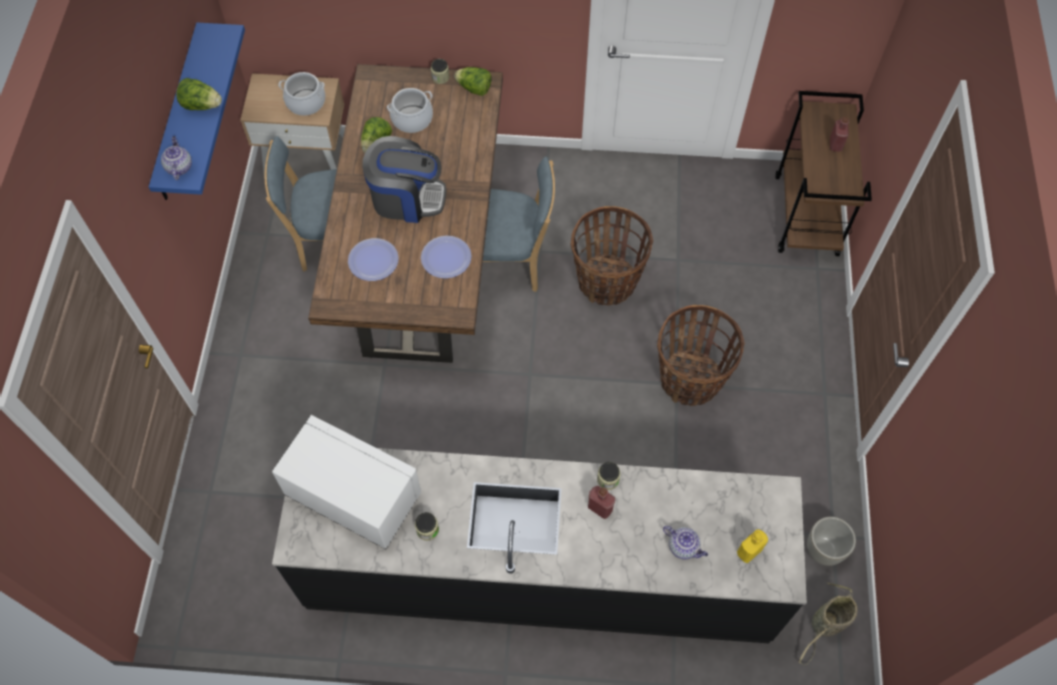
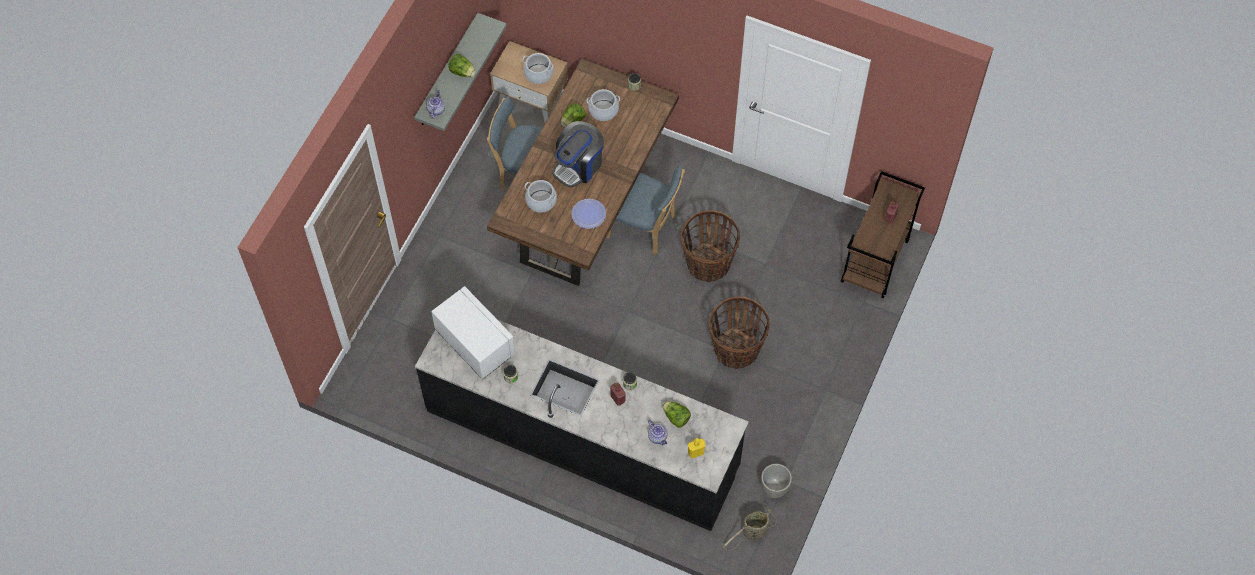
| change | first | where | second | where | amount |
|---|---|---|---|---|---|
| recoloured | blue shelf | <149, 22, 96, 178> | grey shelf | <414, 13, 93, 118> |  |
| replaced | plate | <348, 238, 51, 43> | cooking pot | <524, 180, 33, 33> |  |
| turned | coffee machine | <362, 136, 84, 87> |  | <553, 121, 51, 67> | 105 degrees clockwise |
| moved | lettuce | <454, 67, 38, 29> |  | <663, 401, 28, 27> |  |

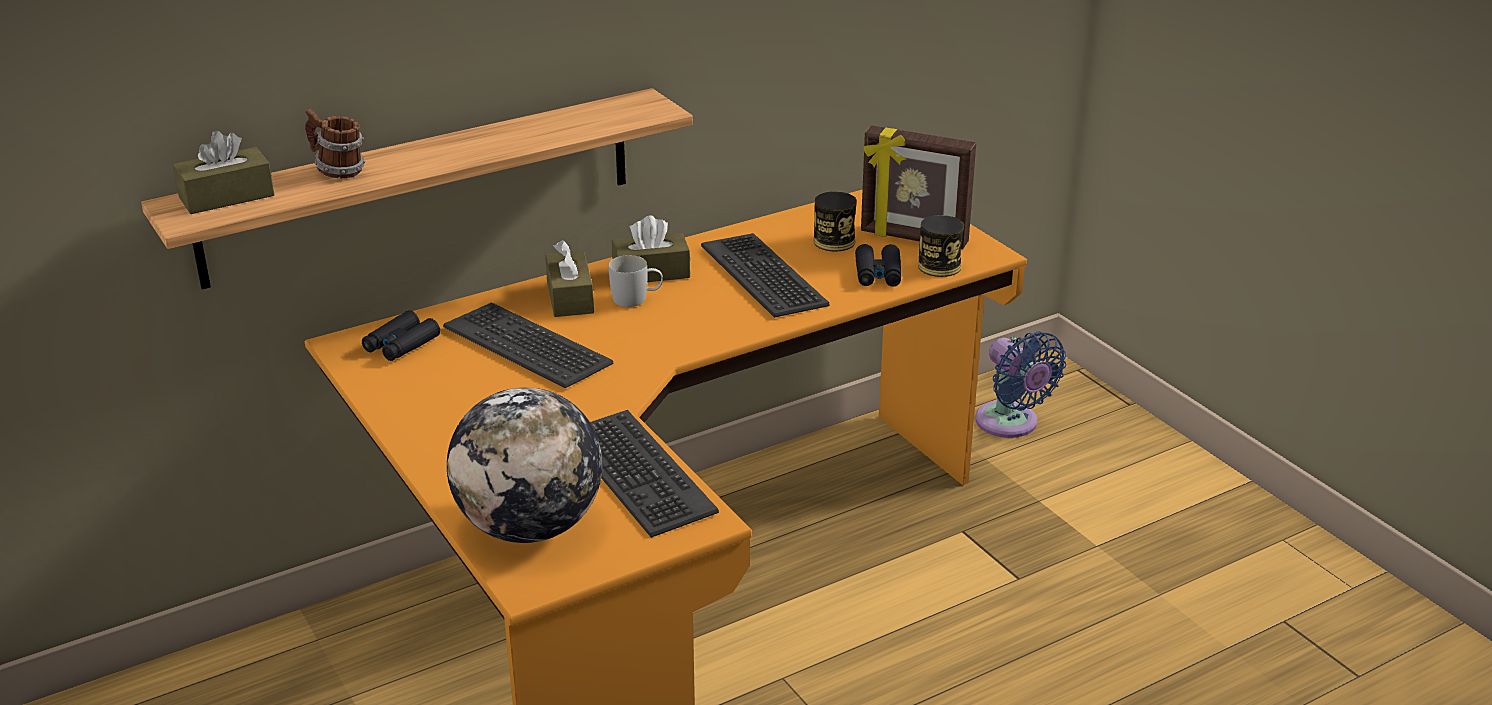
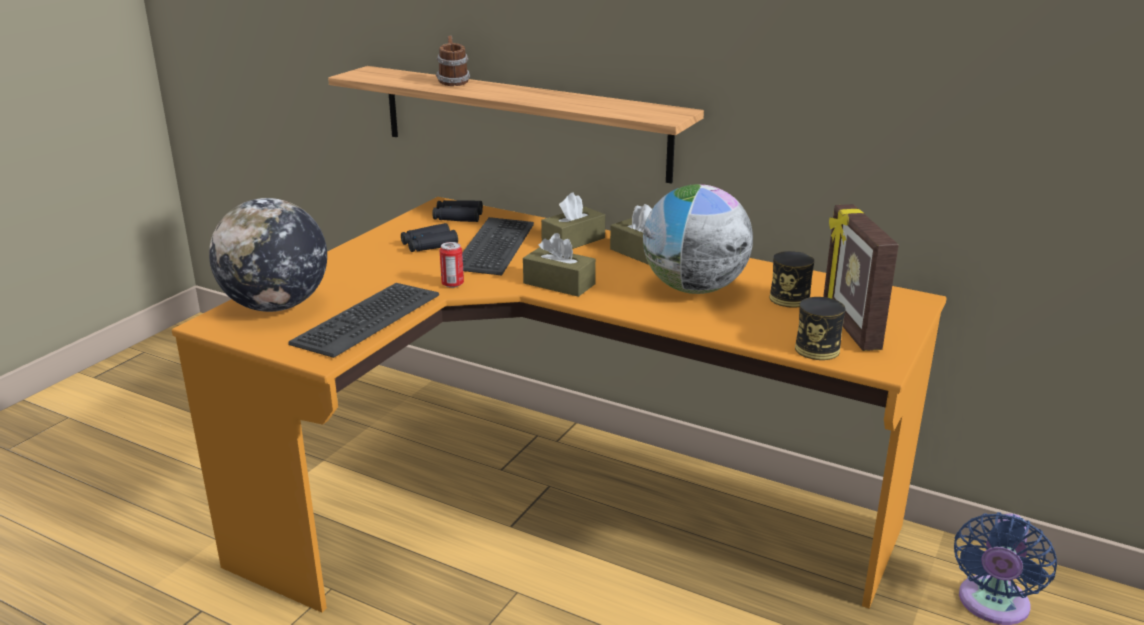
| change | first | where | second | where | amount |
|---|---|---|---|---|---|
| moved | black binoculars | <855, 244, 46, 42> |  | <401, 223, 57, 29> |  |
| added |  |  | can | <440, 242, 24, 46> |  |
| moved | brown tissue box | <173, 131, 101, 83> |  | <523, 233, 73, 64> |  |
| replaced | keyboard | <701, 233, 129, 85> | globe | <643, 184, 110, 110> |  |
| removed | white mug | <609, 255, 54, 52> |  |  |  |

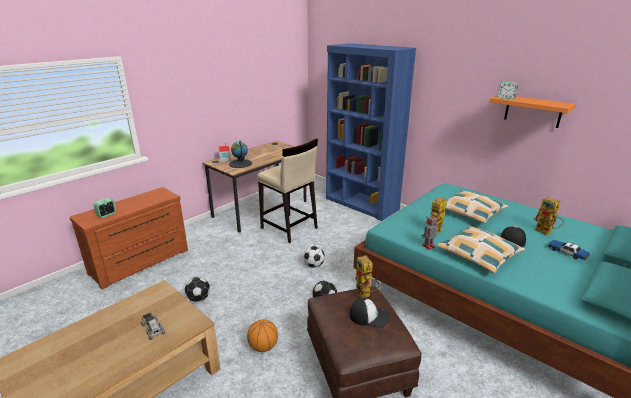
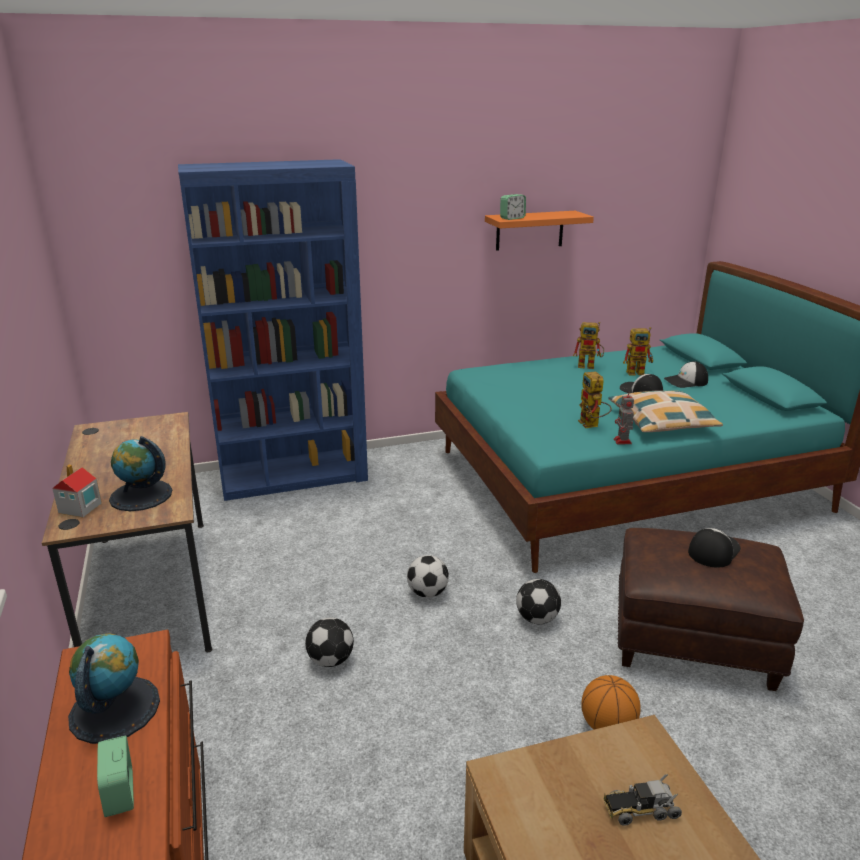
| change | first | where | second | where | amount |
|---|---|---|---|---|---|
| added |  |  | globe | <68, 634, 92, 110> |  |
| moved | football | <185, 277, 25, 25> |  | <305, 618, 49, 49> |  |
| moved | toy robot | <355, 255, 25, 43> |  | <573, 322, 31, 47> |  |
| replaced | toy car | <547, 240, 44, 20> | cap | <664, 361, 44, 27> |  |
| removed | beige stool | <257, 139, 61, 104> |  |  |  |
| removed | pillow | <445, 190, 63, 33> |  |  |  |

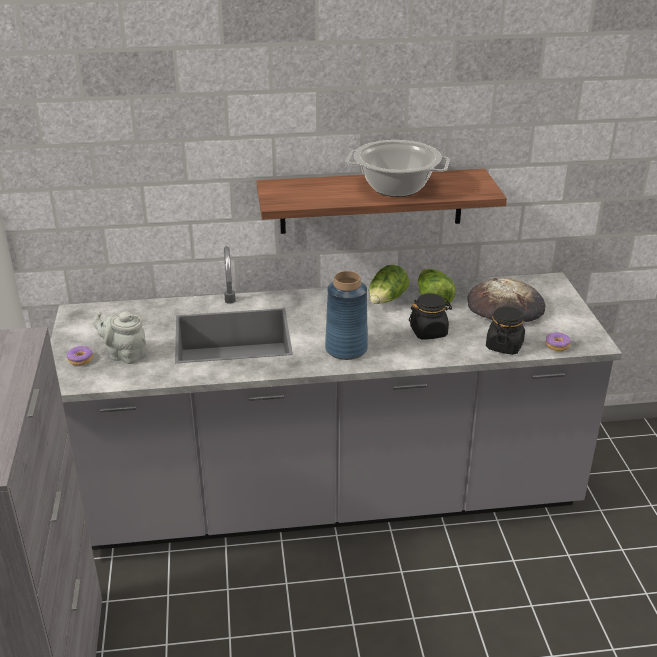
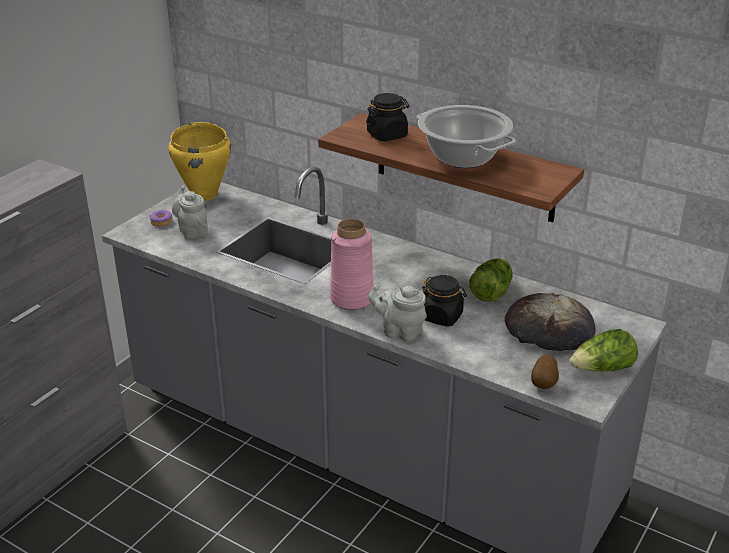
| change | first | where | second | where | amount |
|---|---|---|---|---|---|
| added |  |  | yellow cooking pot | <168, 122, 63, 79> |  |
| recoloured | blue vase | <325, 271, 43, 89> | pink vase | <330, 219, 44, 91> |  |
| moved | black jar | <486, 306, 39, 49> |  | <366, 93, 43, 48> |  |
| added |  |  | grey teapot | <368, 285, 59, 57> |  |
| replaced | donut | <546, 332, 25, 19> | potato | <531, 355, 28, 34> |  |
| moved | lettuce | <369, 265, 40, 39> |  | <570, 329, 68, 42> |  |

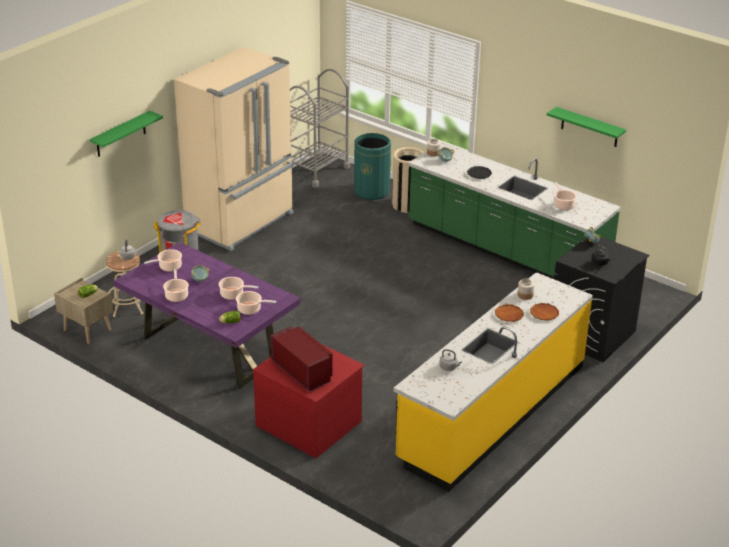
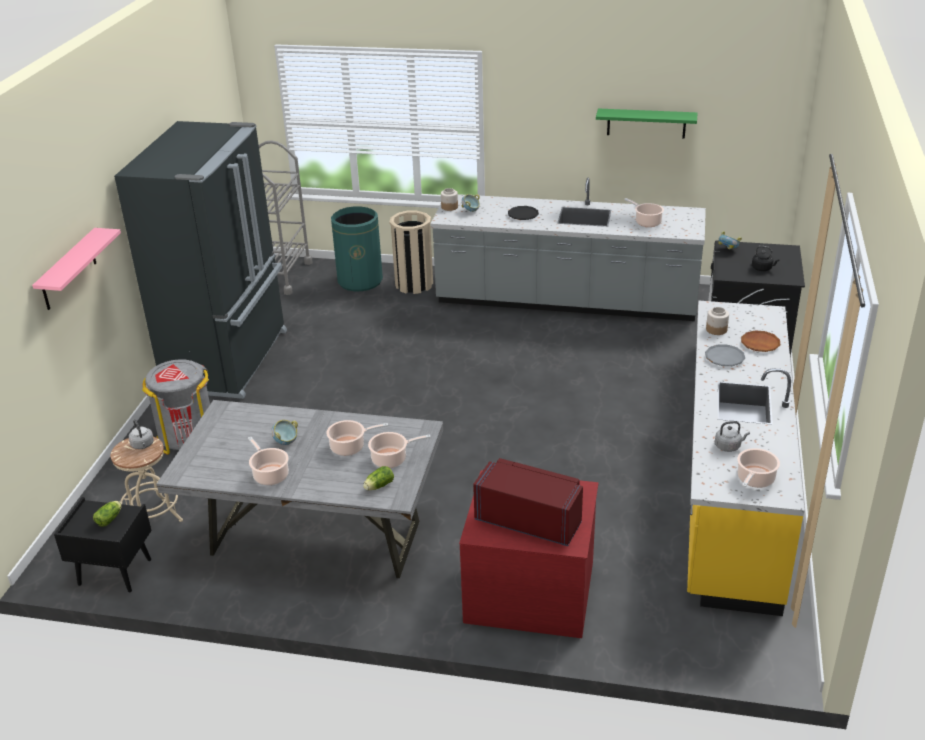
| change | first | where | second | where | amount |
|---|---|---|---|---|---|
| recoloured | green shelf | <90, 111, 73, 46> | pink shelf | <32, 228, 89, 82> |  |
| recoloured | beige nightstand | <54, 277, 60, 67> | black nightstand | <54, 497, 98, 95> |  |
| recoloured | beige fridge | <174, 47, 120, 204> | black fridge | <114, 121, 173, 278> |  |
| recoloured | purple dining table | <114, 242, 187, 147> | grey dining table | <157, 400, 286, 178> |  |
| recoloured | green counter | <408, 142, 213, 137> | grey counter | <431, 178, 275, 143> |  |
| recoloured | brown plate | <495, 305, 29, 17> | grey plate | <705, 345, 40, 21> |  |
| moved | cooking pot | <144, 249, 38, 23> |  | <737, 448, 43, 40> |  |

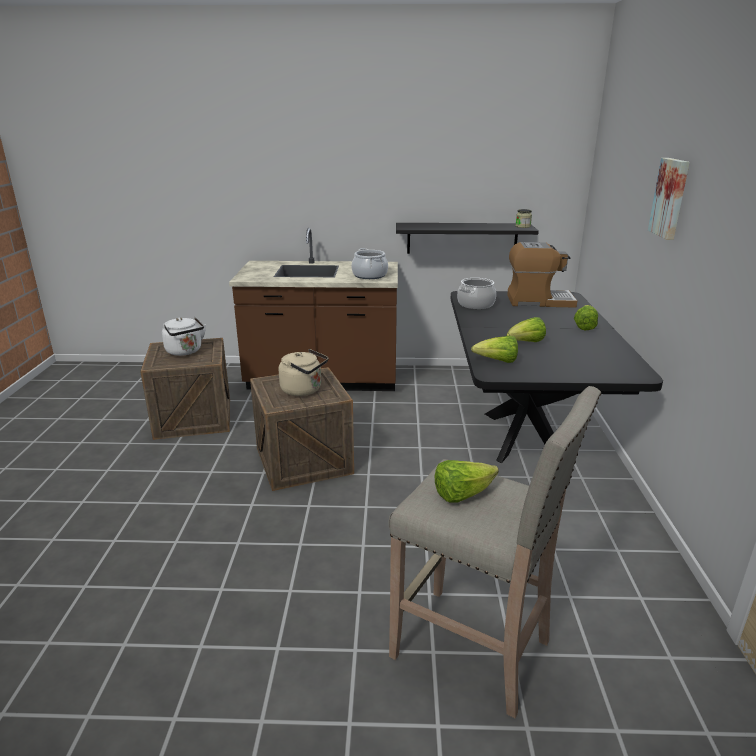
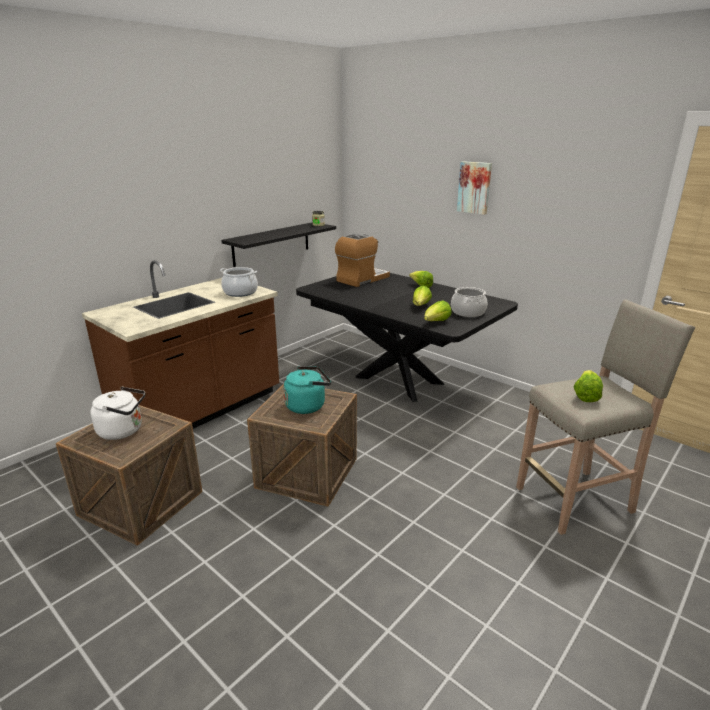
| change | first | where | second | where | amount |
|---|---|---|---|---|---|
| recoloured | beige kettle | <279, 349, 50, 47> | turquoise kettle | <284, 366, 47, 48> |  |
| moved | cooking pot | <457, 278, 39, 31> |  | <451, 287, 36, 30> |  |

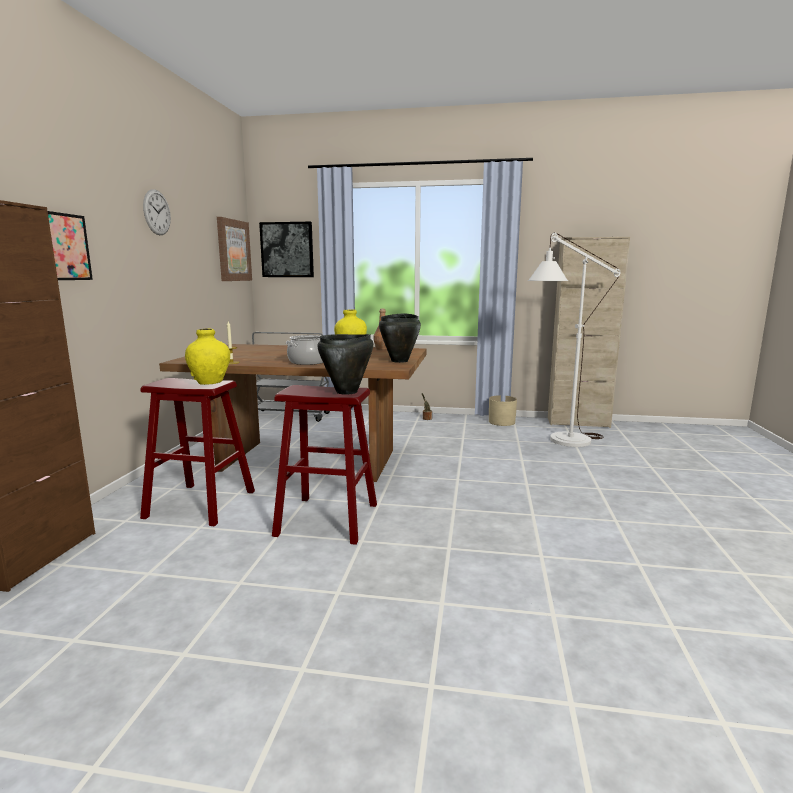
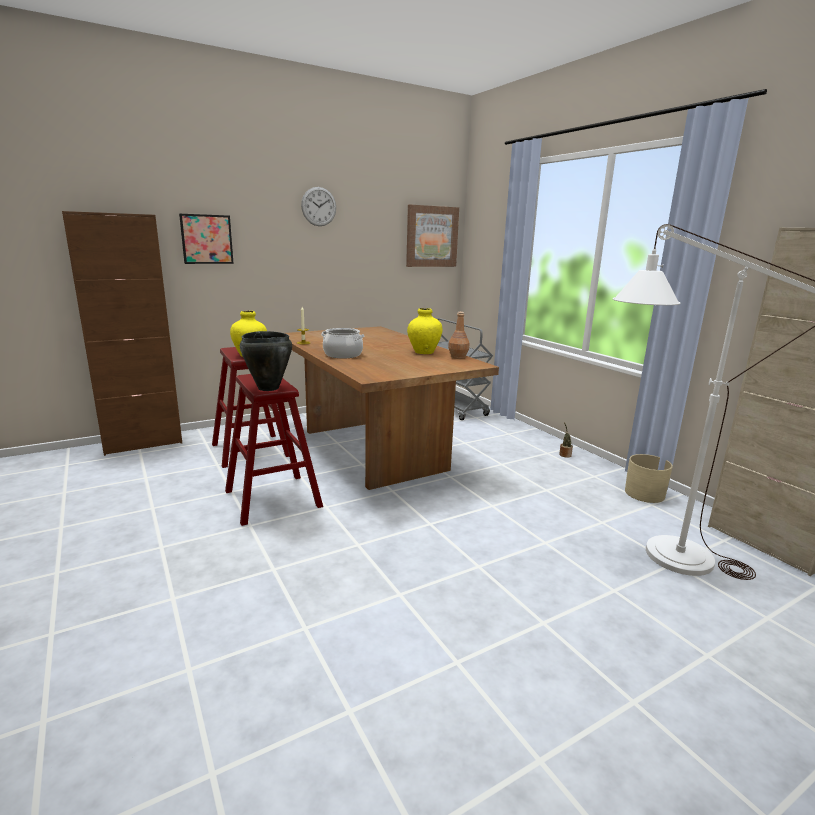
| change | first | where | second | where | amount |
|---|---|---|---|---|---|
| removed | picture | <259, 222, 55, 55> |  |  |  |
| removed | black cooking pot | <379, 313, 42, 50> |  |  |  |

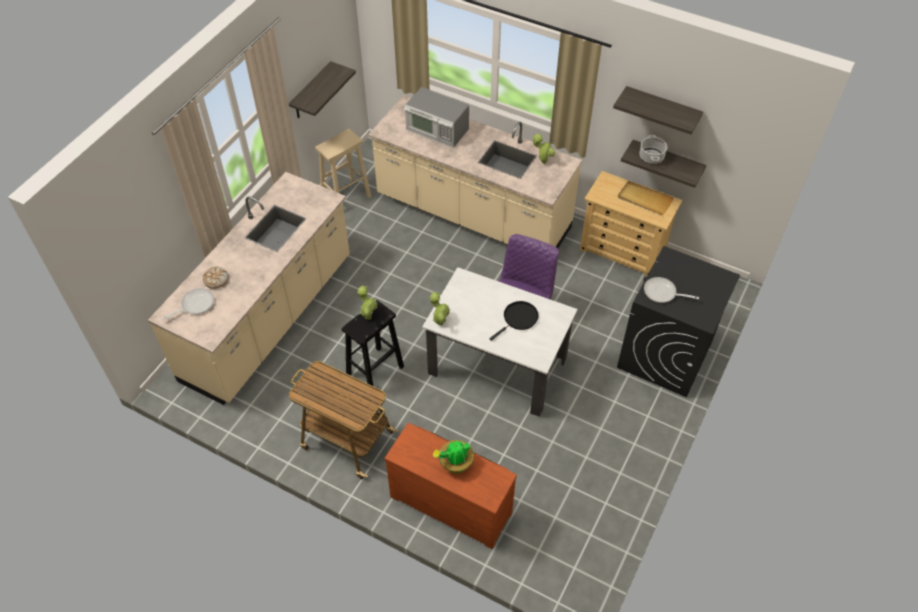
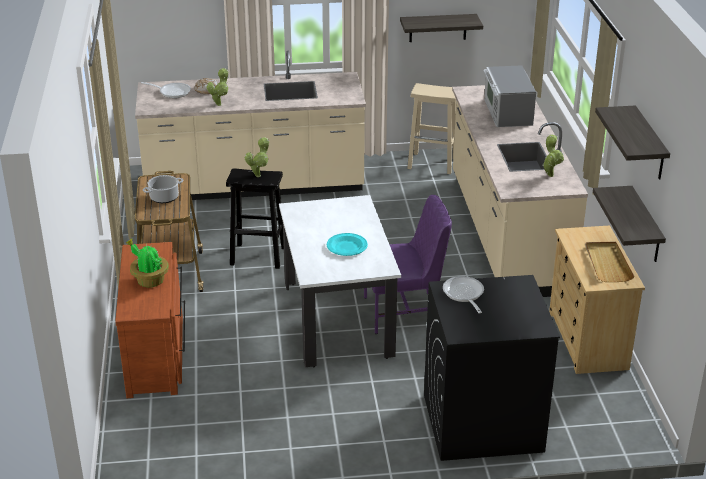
| change | first | where | second | where | amount |
|---|---|---|---|---|---|
| moved | cooking pot | <640, 135, 28, 29> |  | <143, 175, 40, 28> |  |
| moved | potted plant | <430, 292, 20, 34> |  | <207, 68, 21, 38> |  |
| replaced | black frying pan | <489, 301, 50, 40> | turquoise plate | <327, 233, 41, 23> |  |

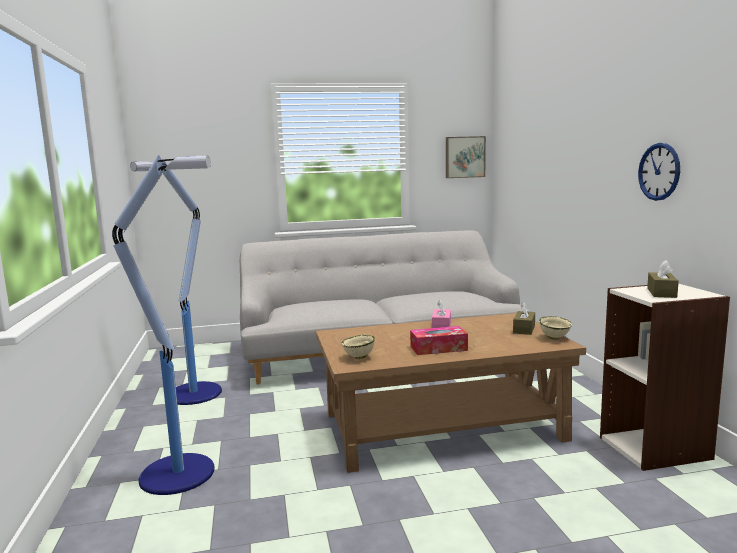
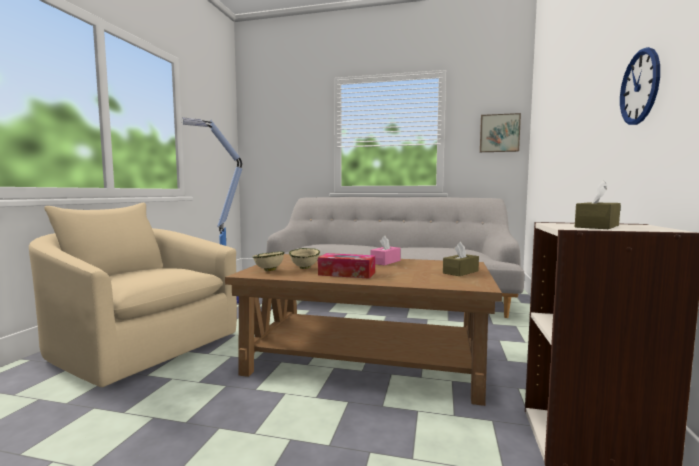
| change | first | where | second | where | amount |
|---|---|---|---|---|---|
| replaced | floor lamp | <112, 155, 103, 340> | beige armchair | <29, 203, 208, 184> |  |
| moved | beige bowl | <539, 316, 33, 24> |  | <289, 248, 31, 21> |  |

